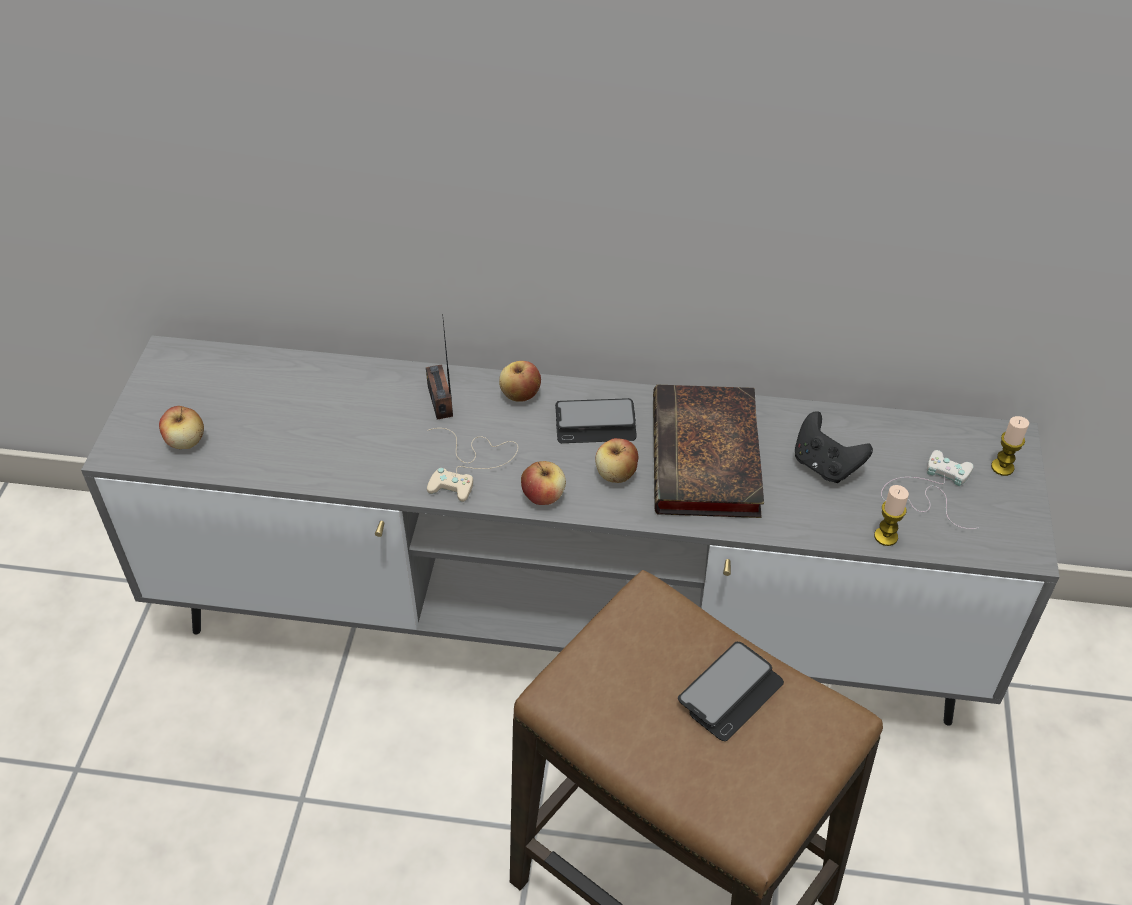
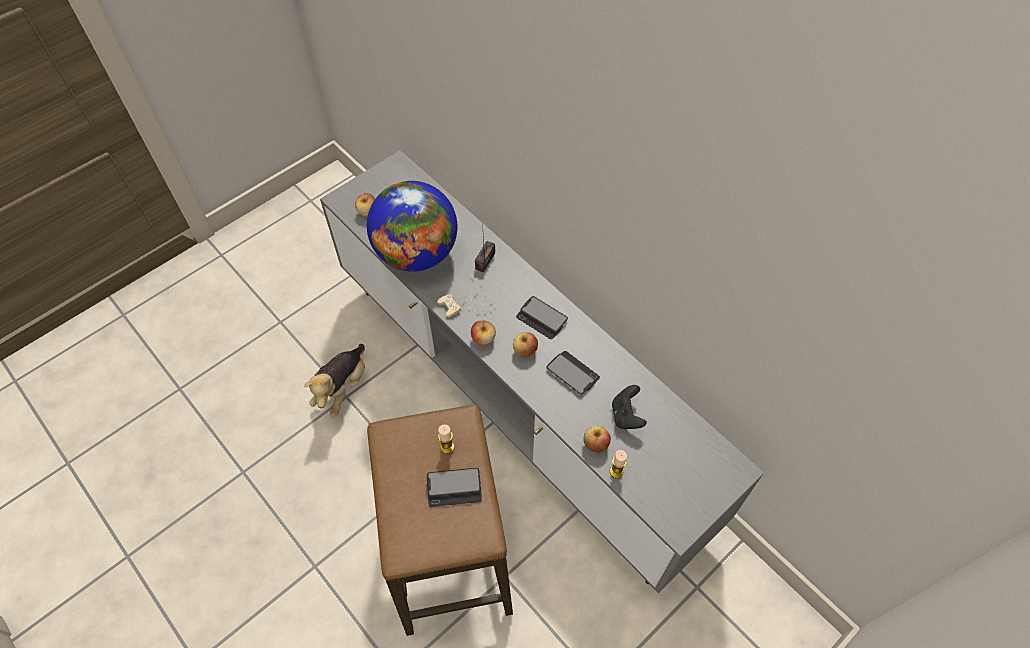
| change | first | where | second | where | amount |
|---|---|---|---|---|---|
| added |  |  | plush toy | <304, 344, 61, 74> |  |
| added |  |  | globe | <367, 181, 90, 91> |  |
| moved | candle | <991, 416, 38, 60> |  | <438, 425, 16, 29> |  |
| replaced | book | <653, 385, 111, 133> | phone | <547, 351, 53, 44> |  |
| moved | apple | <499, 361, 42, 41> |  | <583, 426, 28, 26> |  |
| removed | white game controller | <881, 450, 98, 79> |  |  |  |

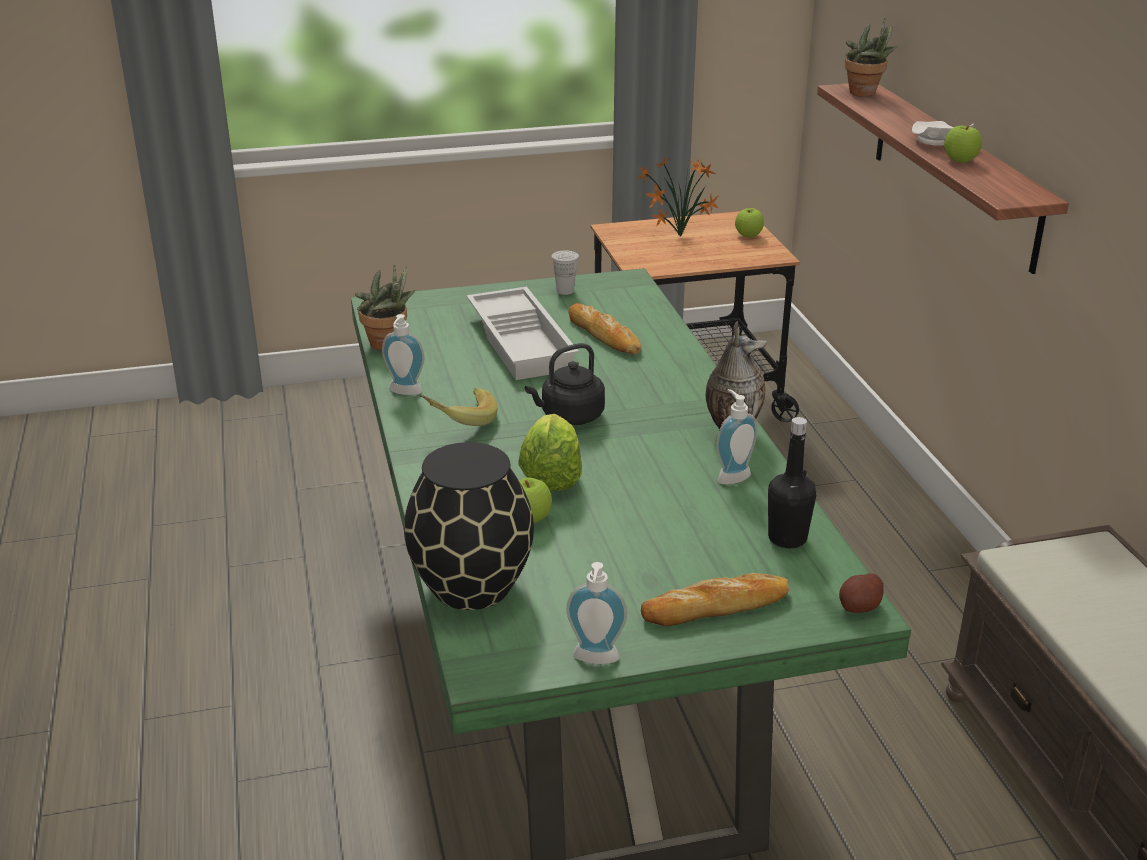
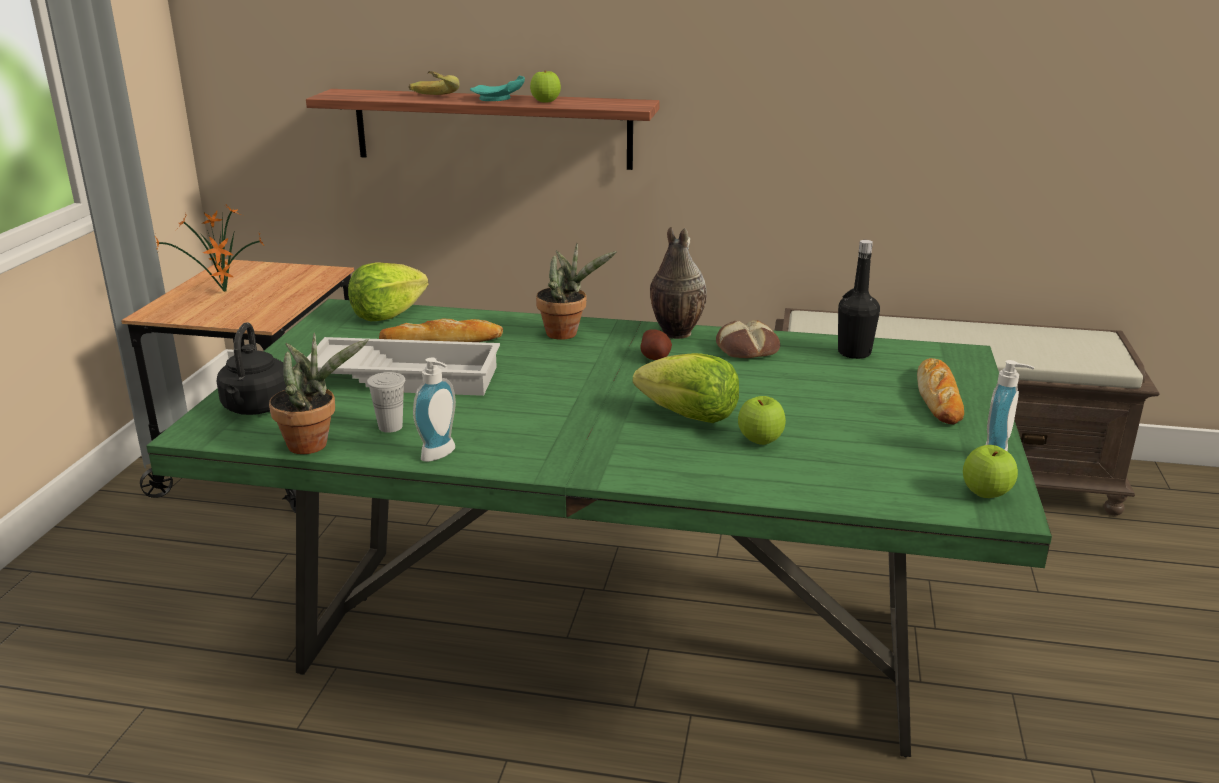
| change | first | where | second | where | amount |
|---|---|---|---|---|---|
| moved | black kettle | <525, 343, 80, 82> |  | <216, 322, 71, 93> |  |
| added |  |  | lettuce | <348, 262, 80, 59> |  |
| moved | white cup | <551, 251, 28, 44> |  | <367, 372, 38, 61> |  |
| moved | banana | <420, 388, 78, 38> |  | <409, 71, 51, 24> |  |
| recoloured | white plate | <912, 121, 62, 25> | turquoise plate | <470, 76, 55, 25> |  |
| moved | potted plant | <845, 18, 53, 79> |  | <536, 243, 81, 97> |  |
| moved | potato | <839, 573, 45, 40> |  | <641, 329, 31, 31> |  |
| replaced | soap dispenser | <716, 389, 42, 96> | bread | <716, 320, 64, 38> |  |
| moved | apple | <735, 208, 29, 30> |  | <963, 445, 55, 53> |  |
| removed | black vase | <404, 442, 130, 168> |  |  |  |

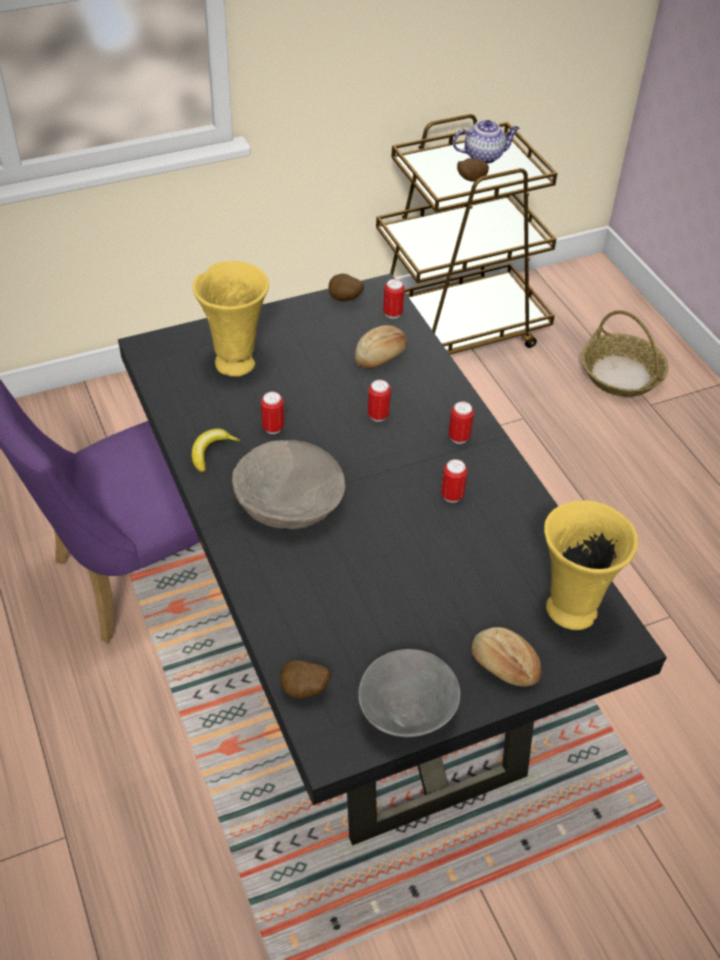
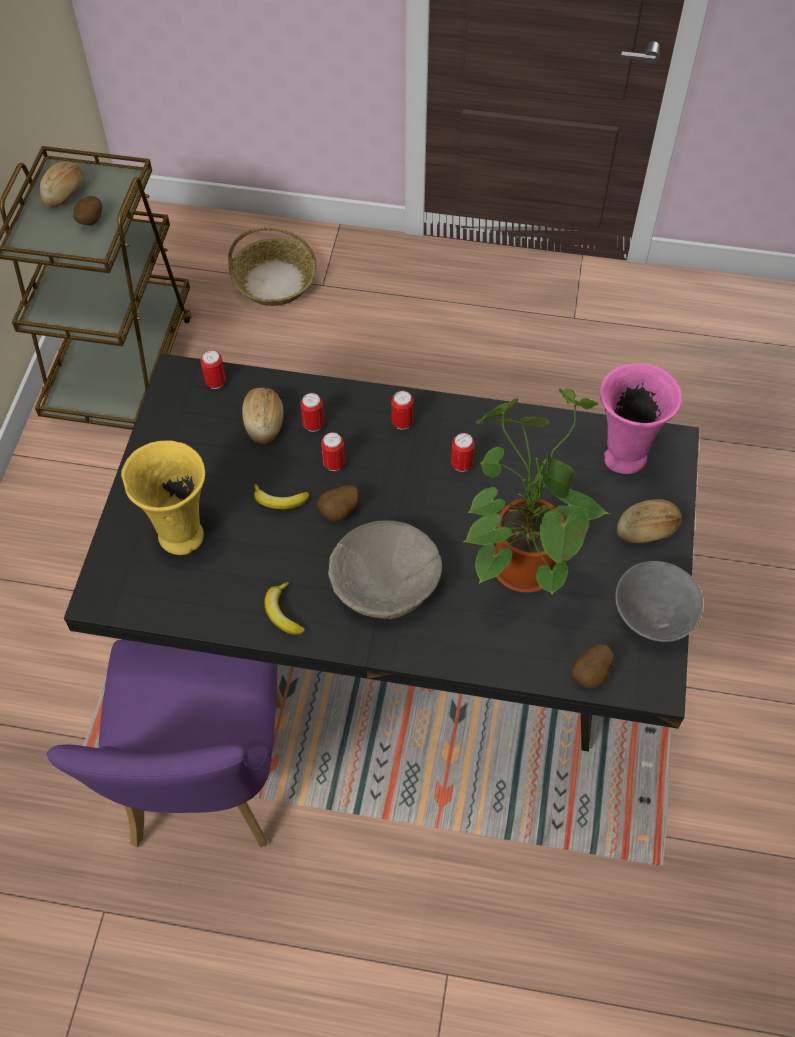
| change | first | where | second | where | amount |
|---|---|---|---|---|---|
| replaced | teapot | <453, 120, 67, 44> | bread | <40, 161, 43, 46> |  |
| added |  |  | banana | <254, 484, 55, 25> |  |
| moved | can | <261, 392, 23, 42> |  | <300, 393, 24, 39> |  |
| moved | potato | <329, 274, 35, 27> |  | <317, 485, 42, 36> |  |
| added |  |  | potted plant | <463, 388, 146, 207> |  |
| recoloured | yellow vase | <544, 500, 94, 130> | pink vase | <600, 363, 82, 111> |  |

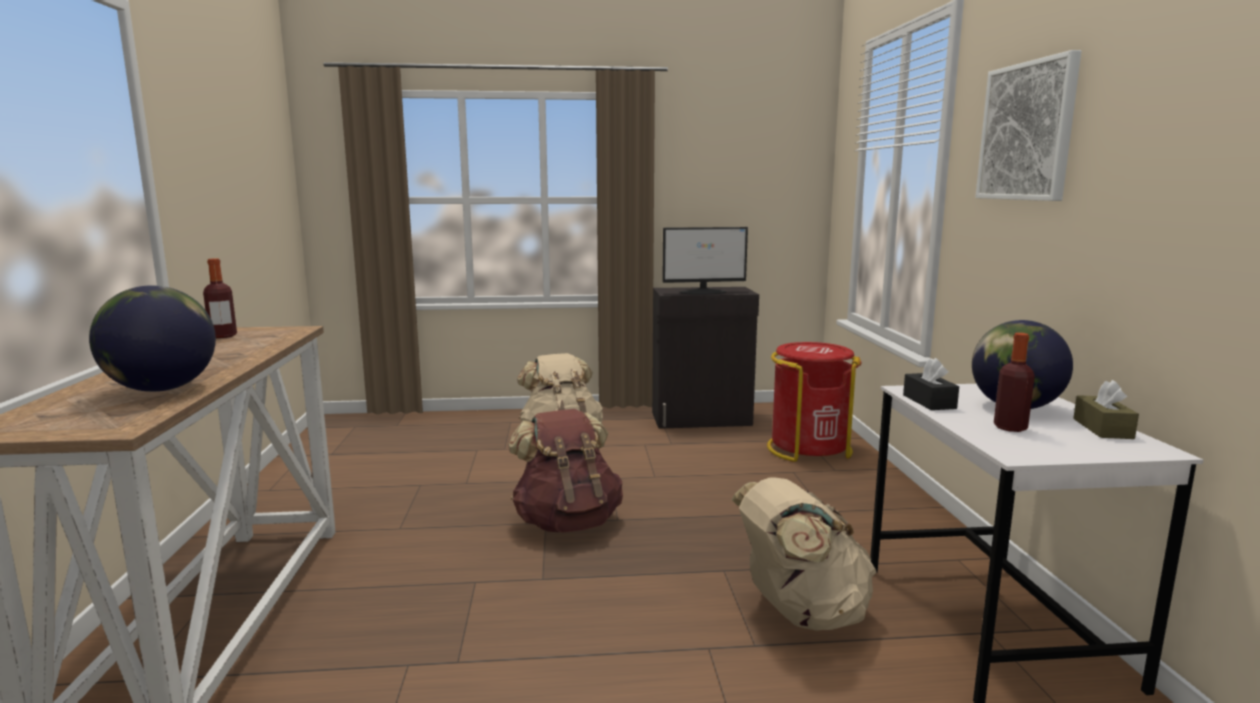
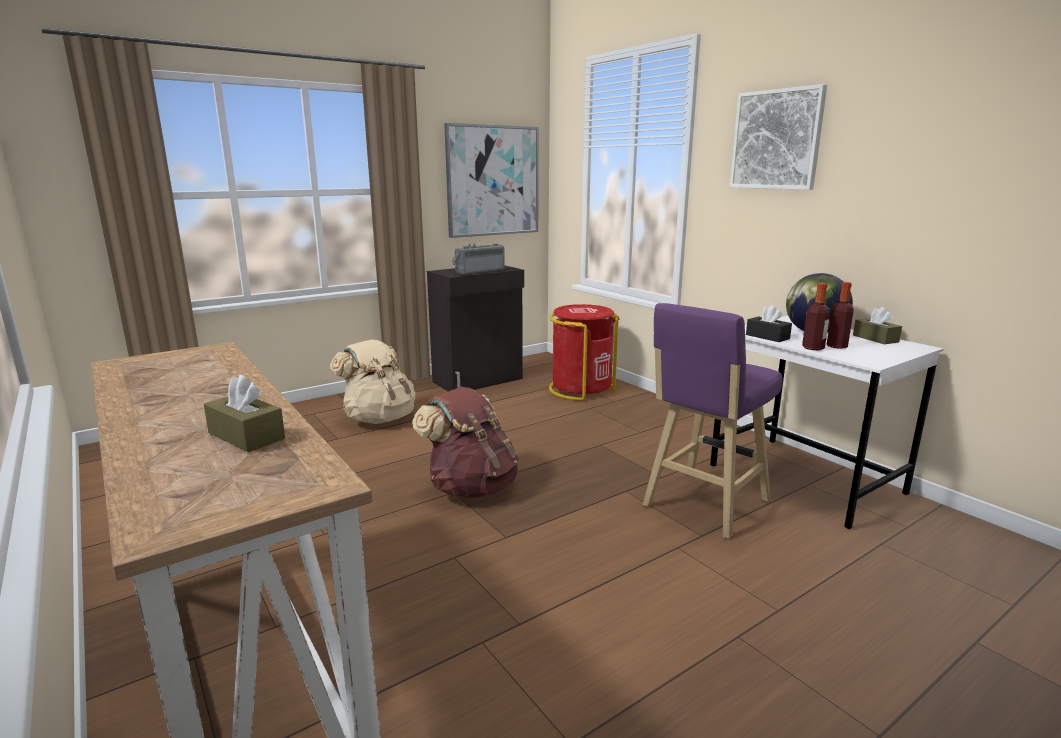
| change | first | where | second | where | amount |
|---|---|---|---|---|---|
| replaced | globe | <89, 285, 127, 107> | brown tissue box | <204, 375, 81, 77> |  |
| added |  |  | picture | <444, 123, 95, 115> |  |
| replaced | monitor | <662, 227, 86, 68> | radio | <452, 243, 53, 32> |  |
| replaced | beige backpack | <732, 477, 144, 154> | purple stool | <643, 303, 139, 236> |  |
| moved | bottle | <203, 258, 34, 80> |  | <802, 283, 28, 67> |  |

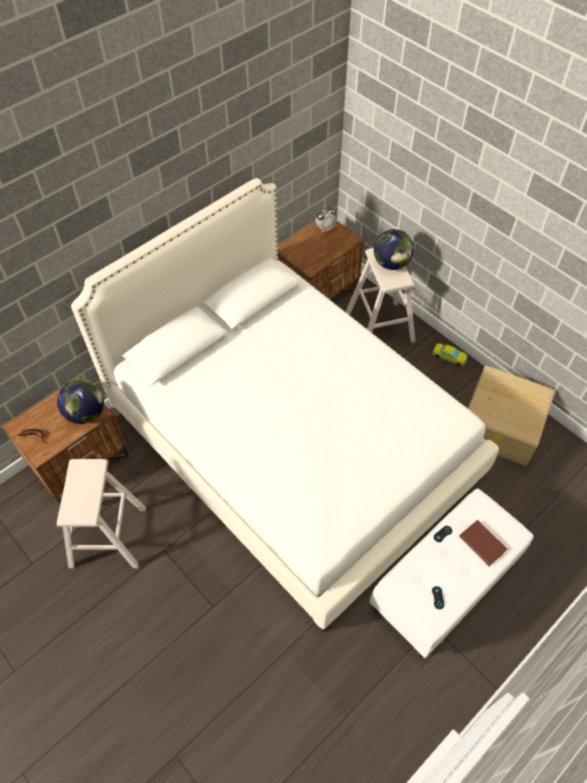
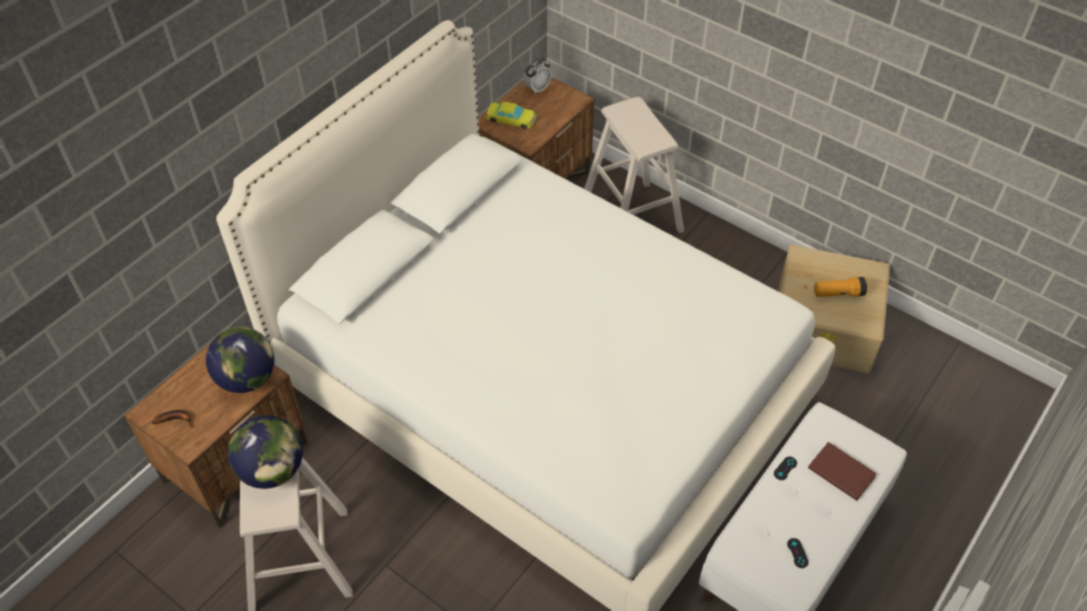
| change | first | where | second | where | amount |
|---|---|---|---|---|---|
| moved | globe | <374, 229, 40, 41> |  | <228, 415, 75, 74> |  |
| moved | yellow toy car | <432, 343, 36, 23> |  | <485, 102, 52, 27> |  |
| added |  |  | flashlight | <814, 277, 53, 20> |  |

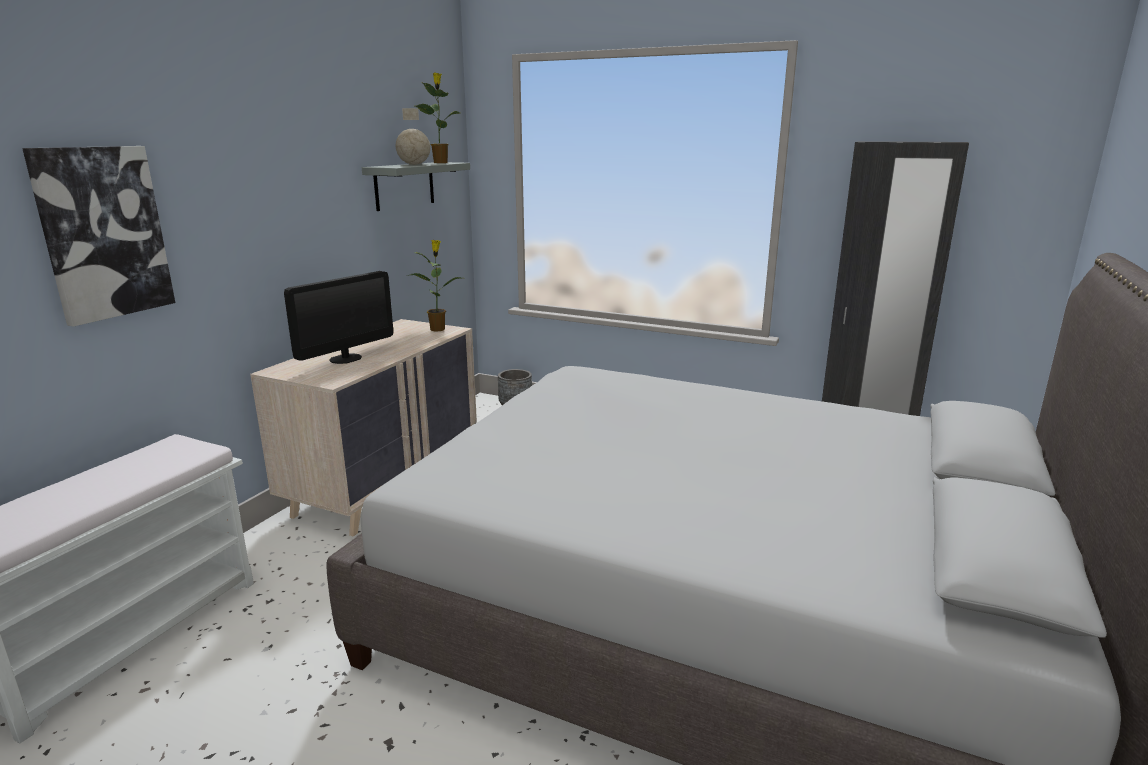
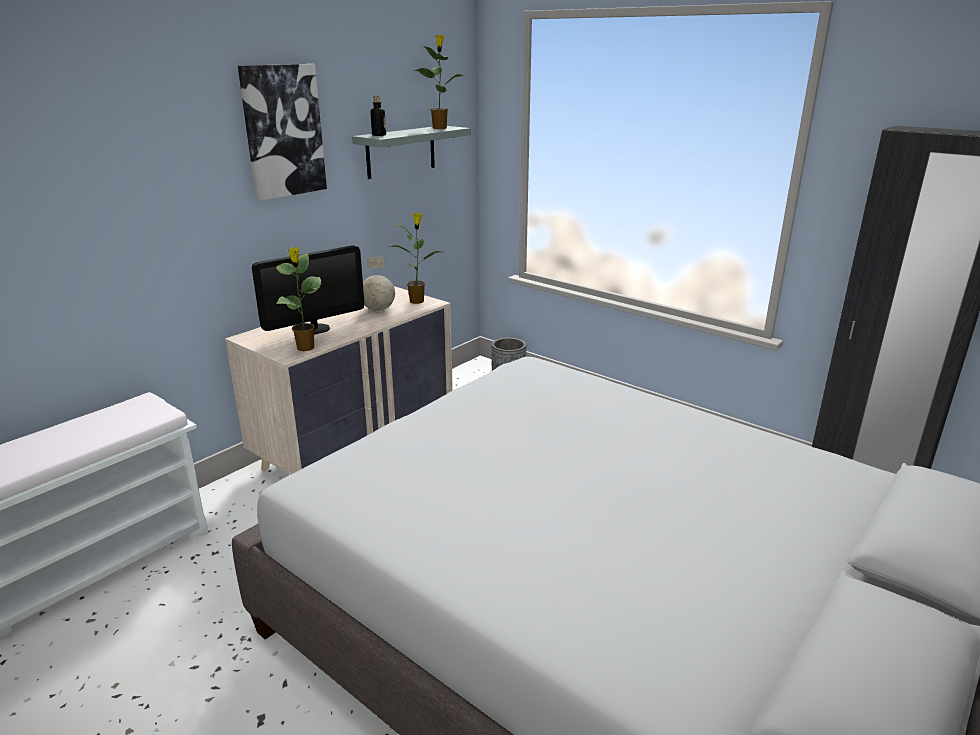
| change | first | where | second | where | amount |
|---|---|---|---|---|---|
| moved | picture | <22, 146, 153, 181> |  | <238, 64, 89, 137> |  |
| added |  |  | potted plant | <276, 247, 45, 104> |  |
| moved | globe | <396, 108, 34, 57> |  | <363, 256, 32, 55> |  |
| added |  |  | bottle | <370, 96, 16, 40> |  |

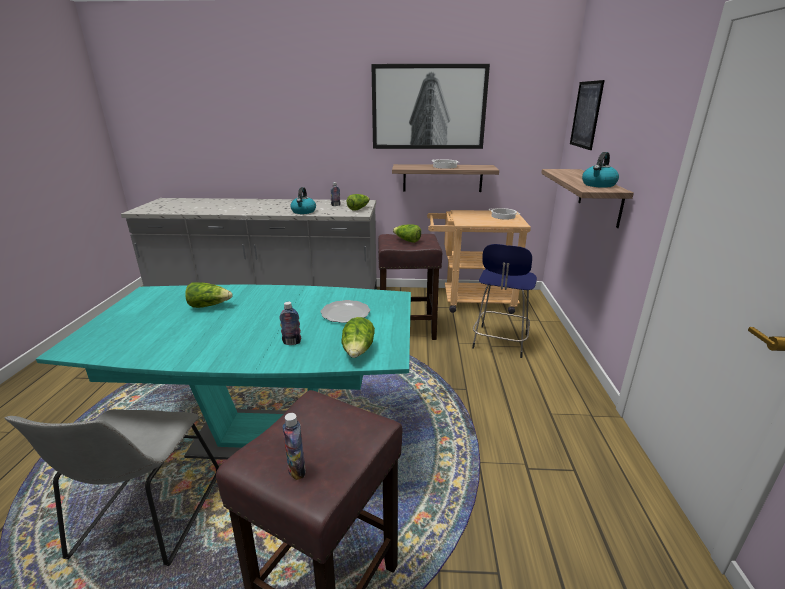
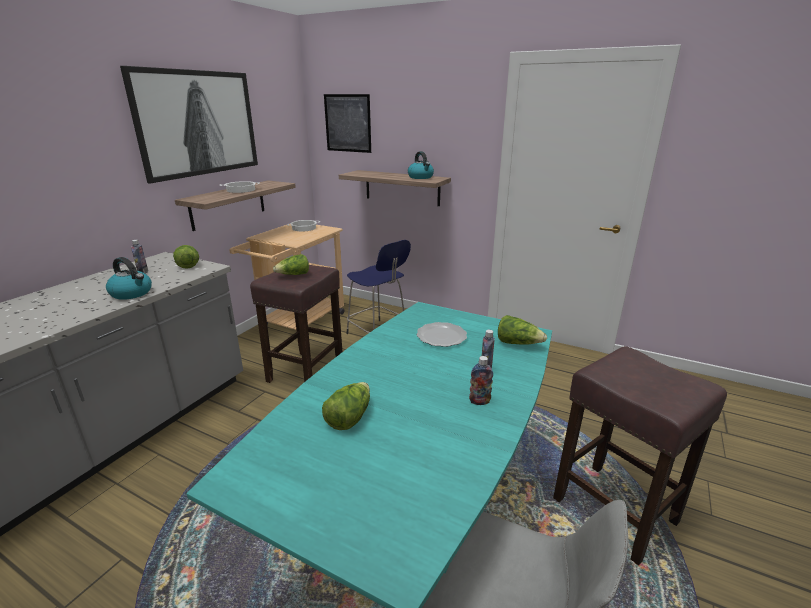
| change | first | where | second | where | amount |
|---|---|---|---|---|---|
| moved | bottle | <283, 413, 23, 67> |  | <469, 356, 24, 49> |  |

